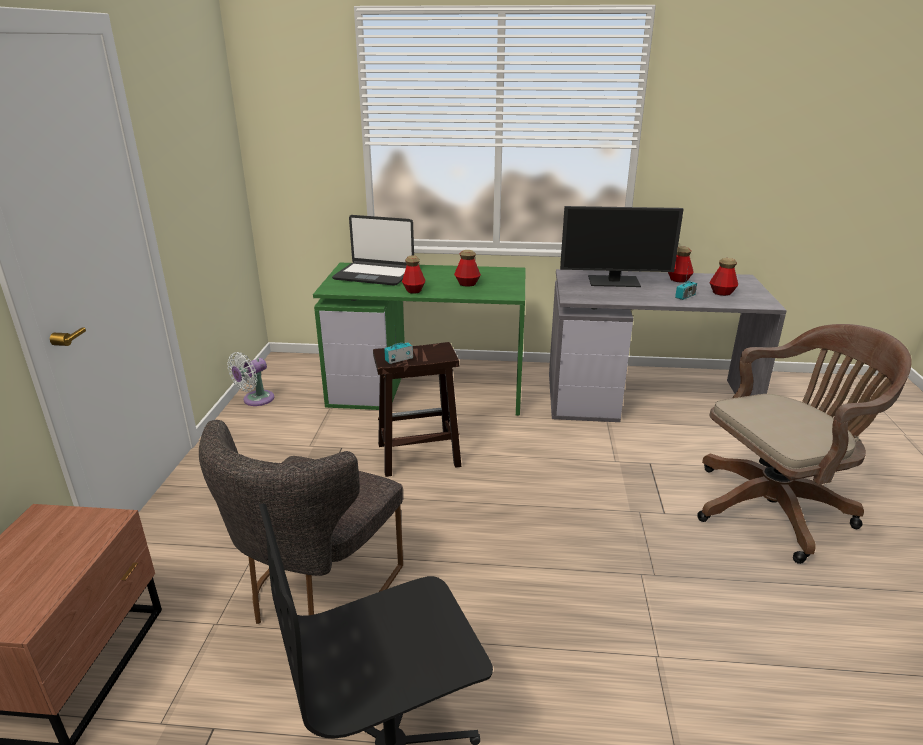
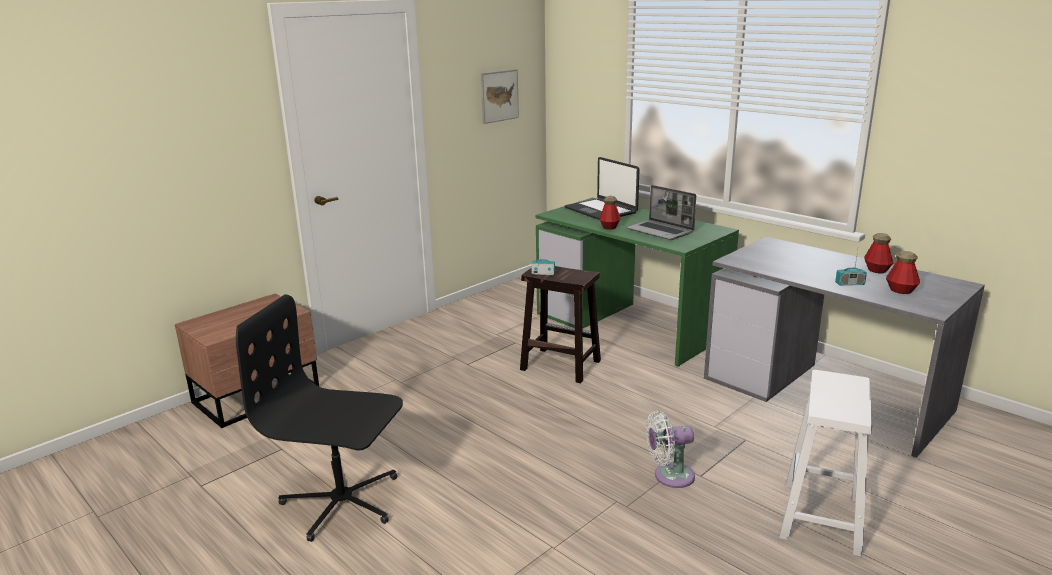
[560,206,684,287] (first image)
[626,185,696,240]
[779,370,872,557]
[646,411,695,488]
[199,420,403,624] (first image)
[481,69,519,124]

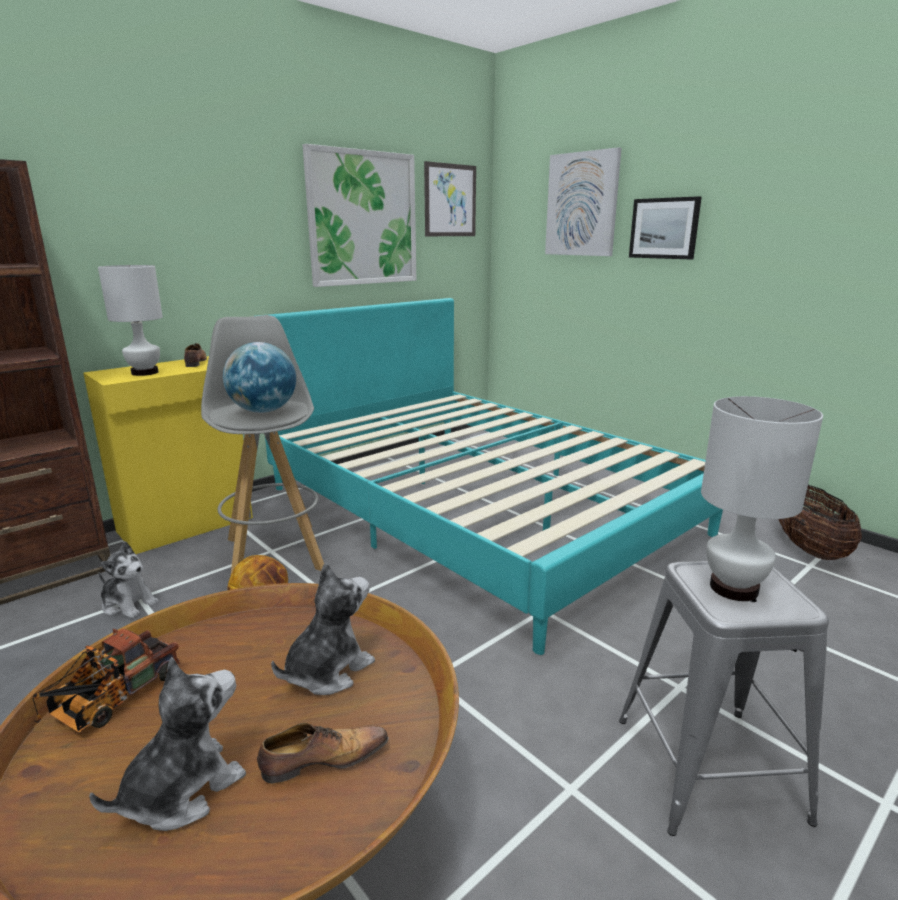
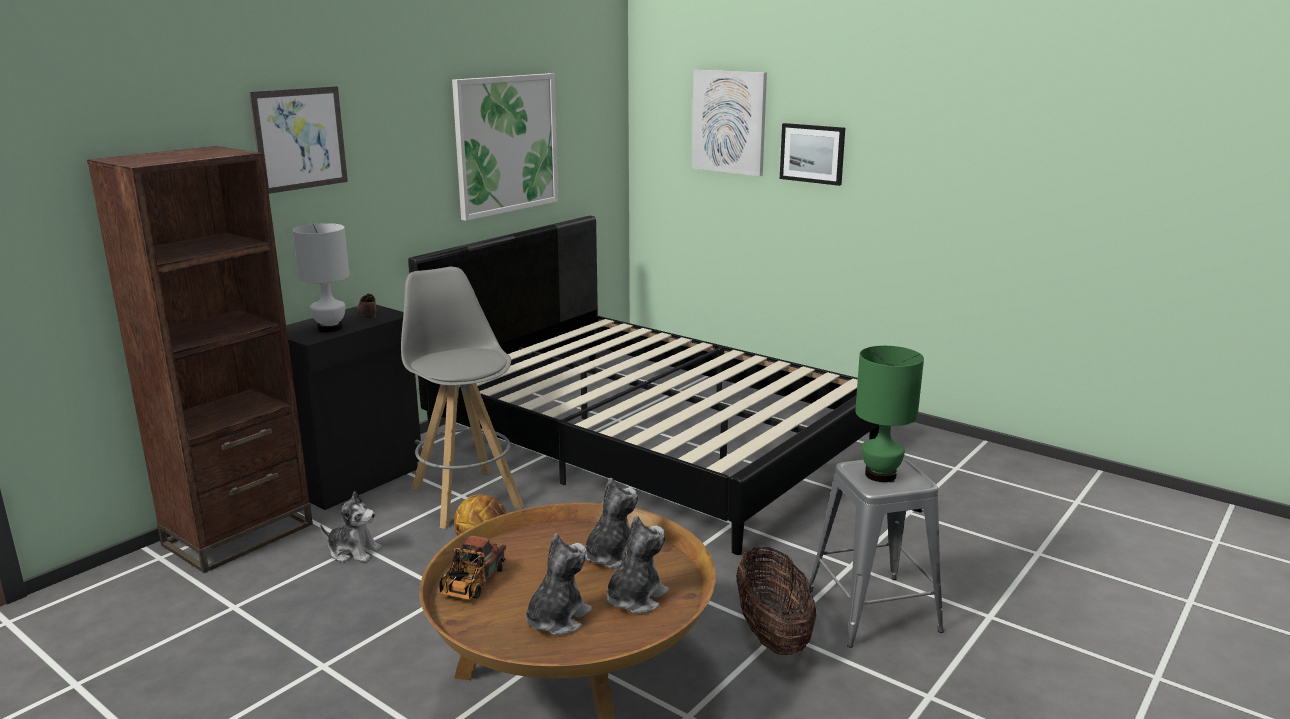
[249,86,348,194]
[408,216,879,555]
[223,342,296,413] (first image)
[286,305,422,510]
[855,346,924,482]
[736,546,817,655]
[607,515,669,614]

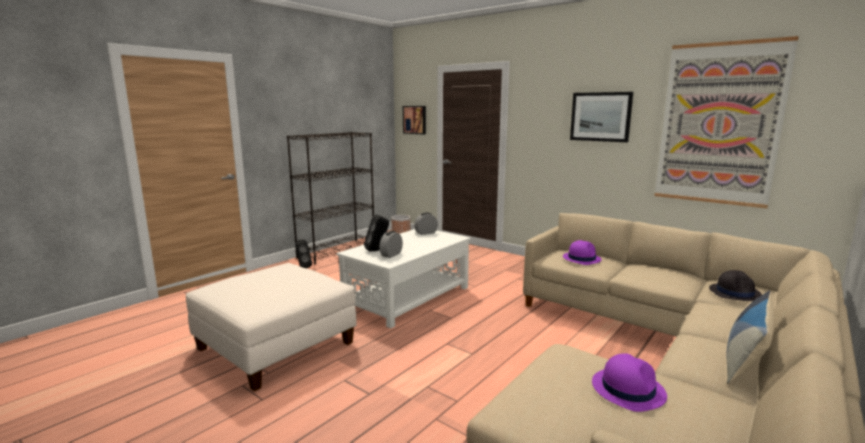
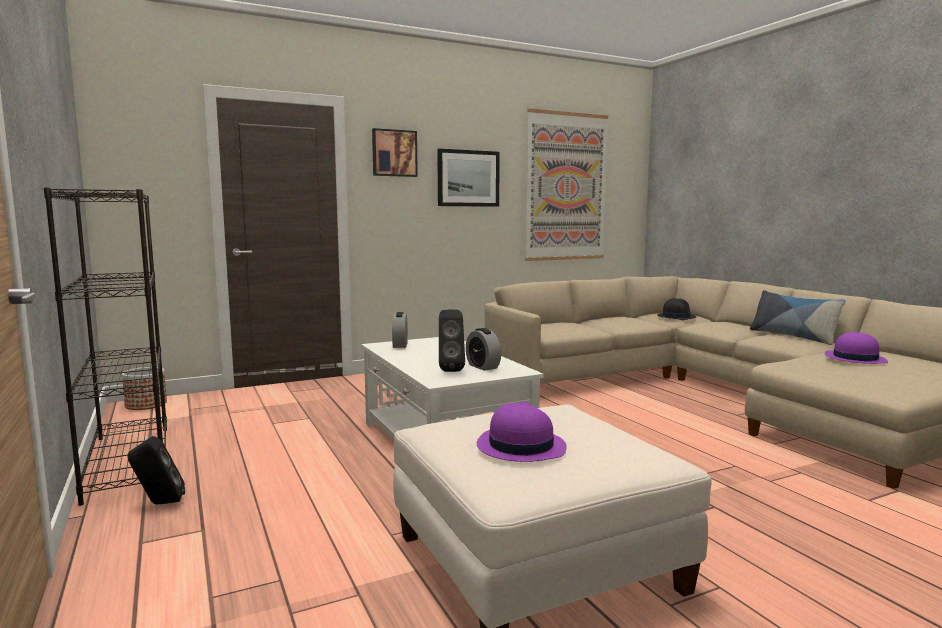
[372,128,418,177]
[477,401,567,462]

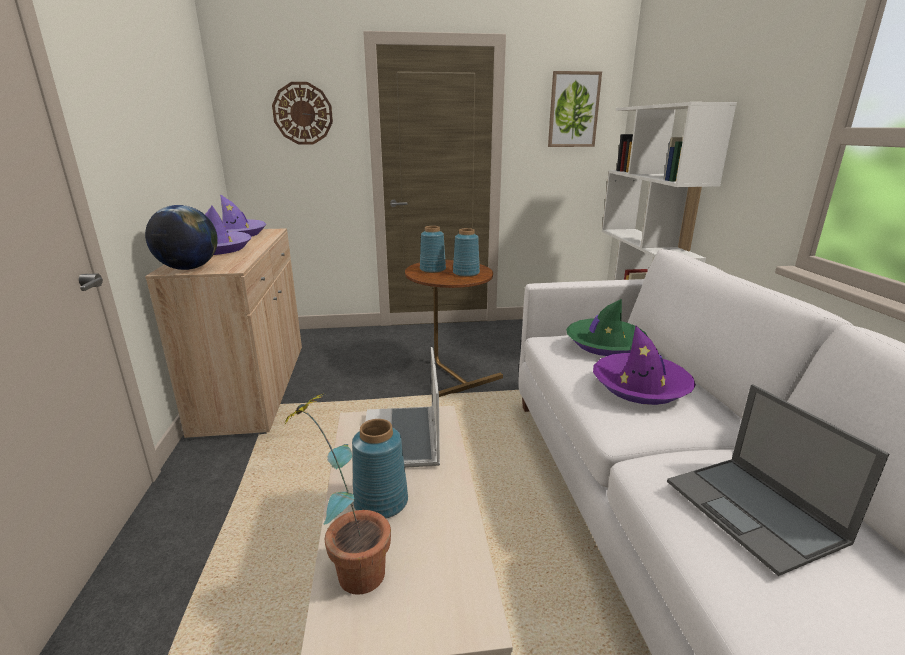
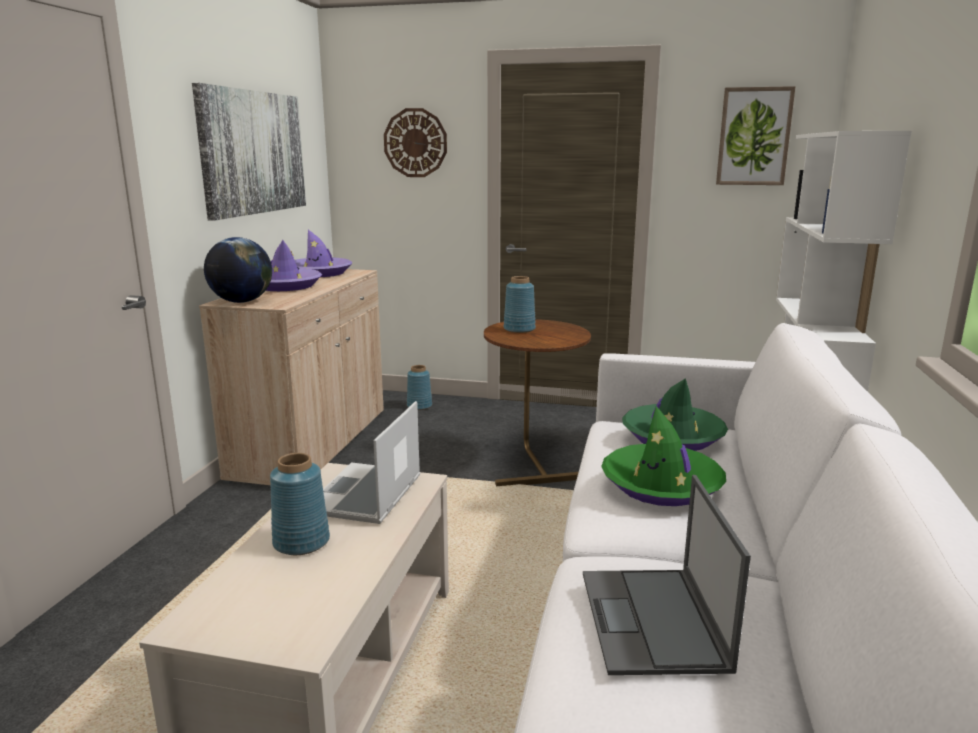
[407,365,432,410]
[601,406,726,506]
[276,394,391,595] (first image)
[192,83,306,221]

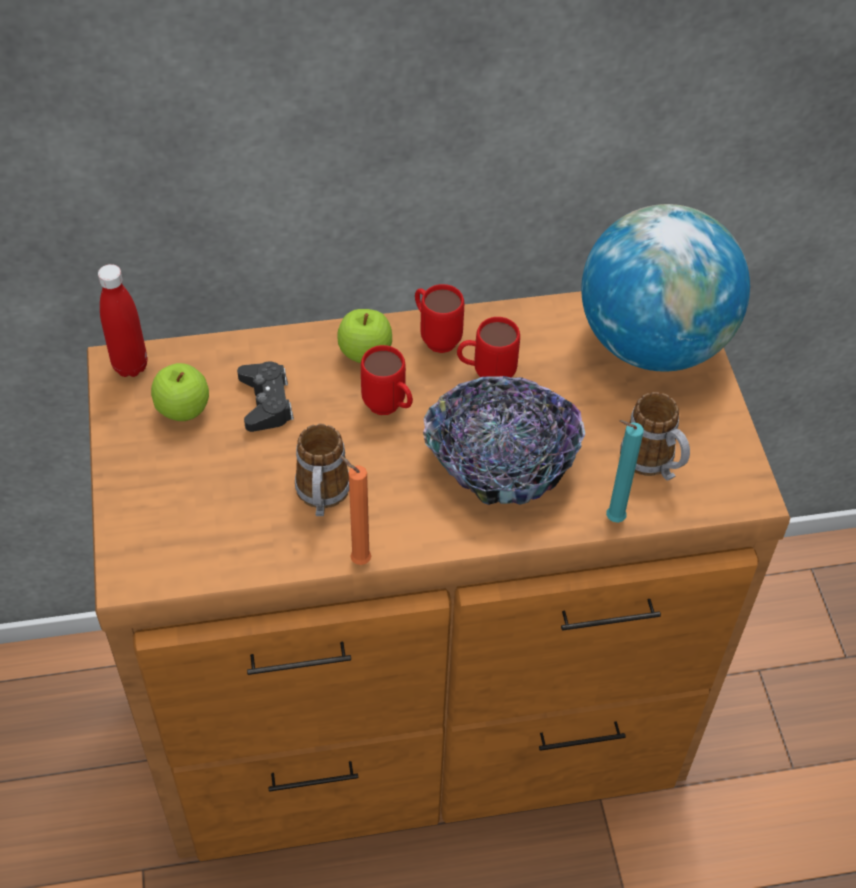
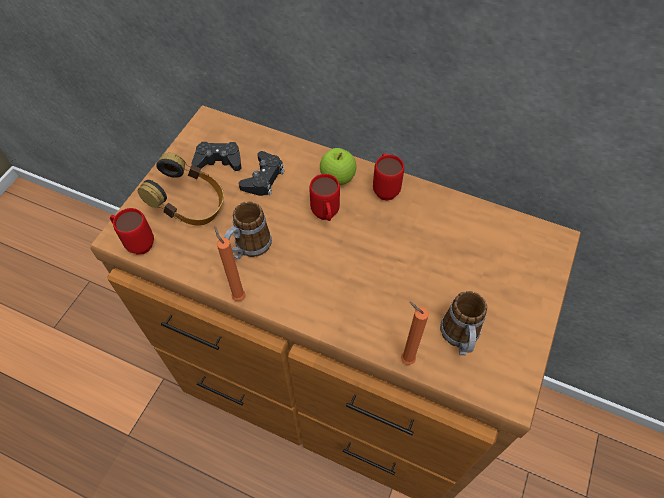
[581,204,750,371] (first image)
[98,264,148,377] (first image)
[110,208,154,255]
[191,142,241,171]
[423,376,585,505] (first image)
[401,301,429,365]
[138,153,224,226]

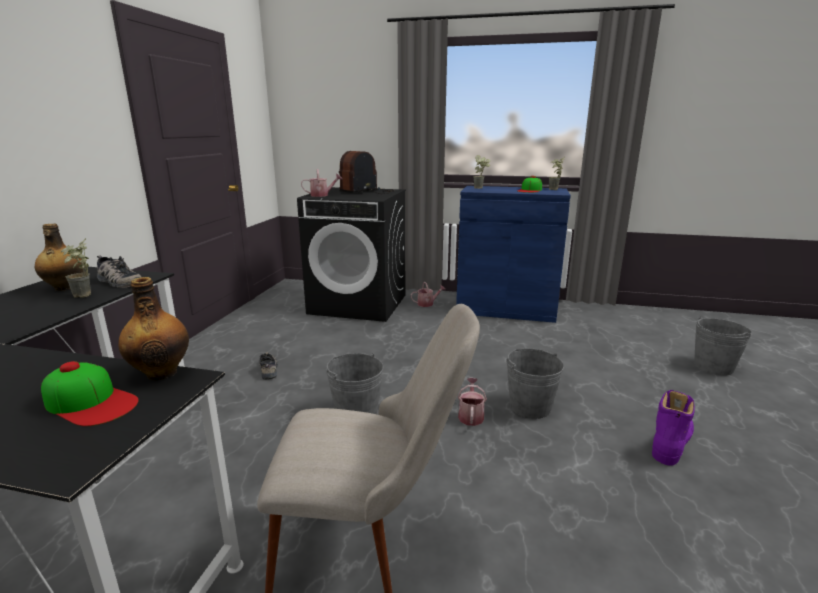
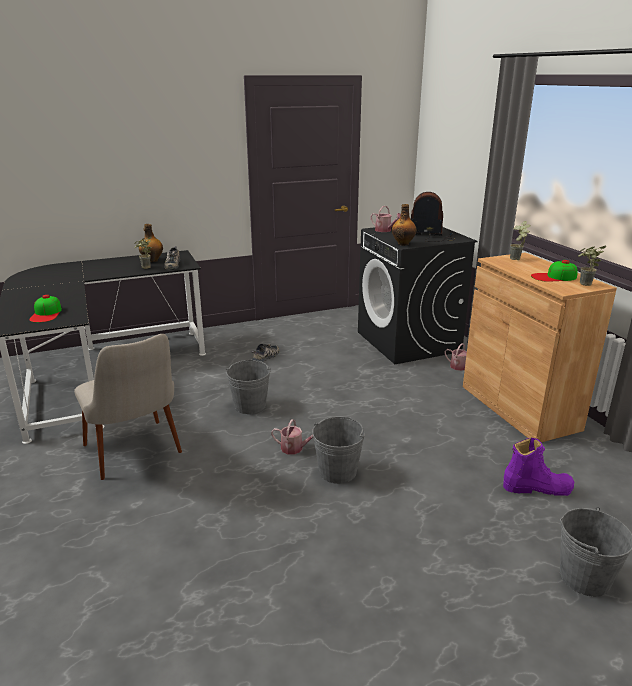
[463,252,617,442]
[392,204,416,246]
[271,419,313,455]
[503,438,574,496]

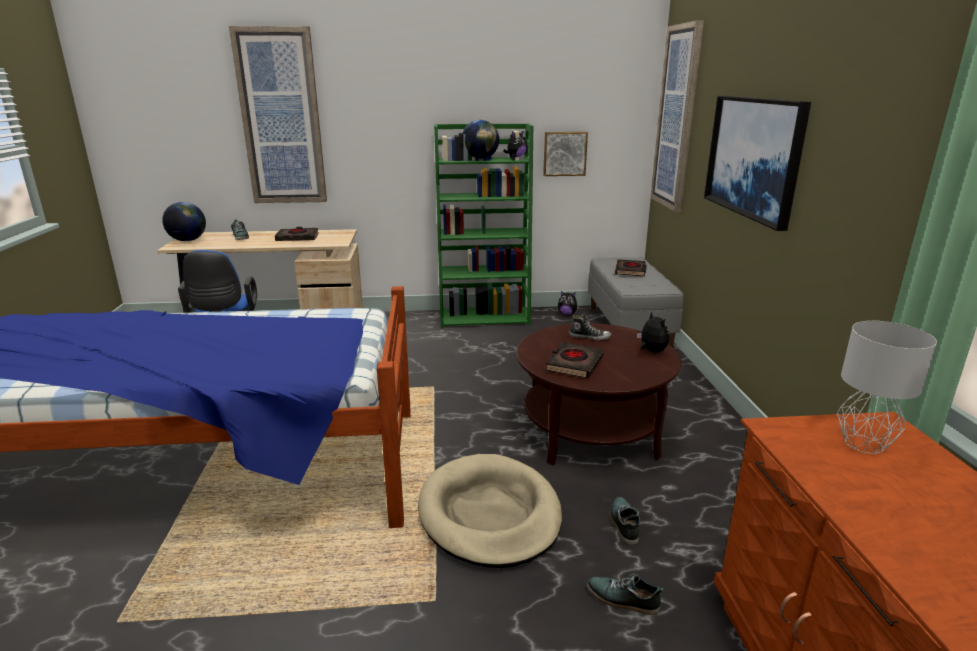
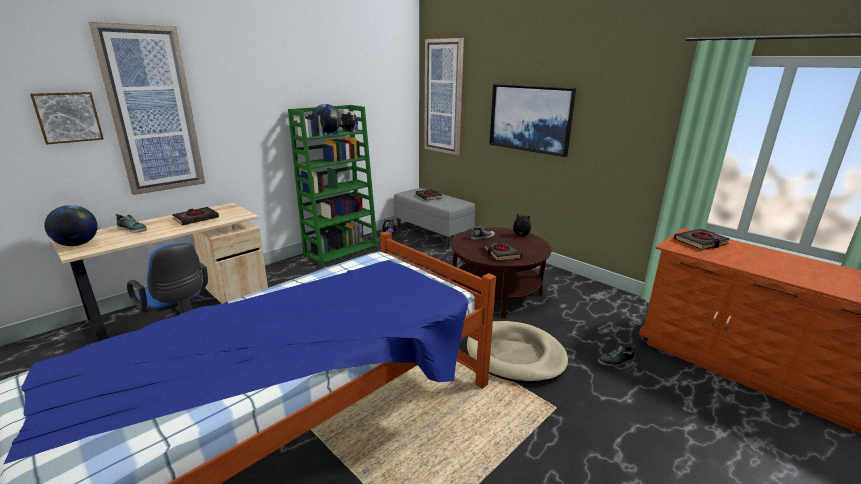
[30,92,104,145]
[674,229,730,250]
[610,497,640,545] (first image)

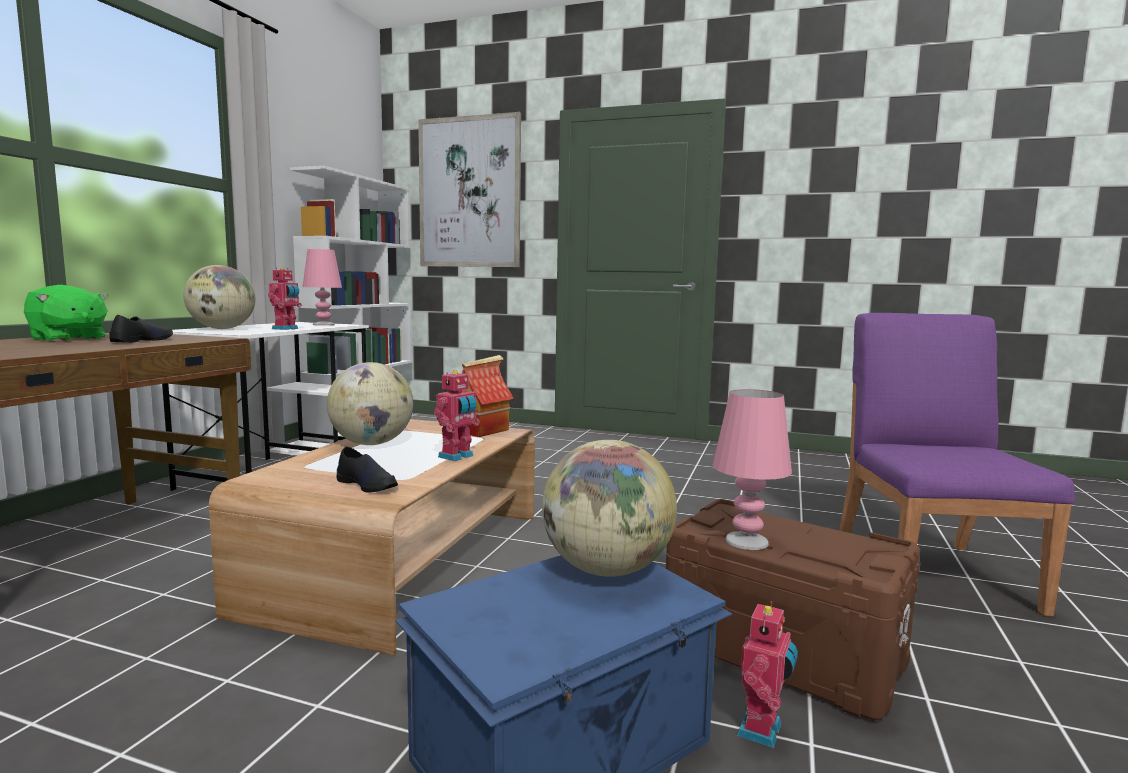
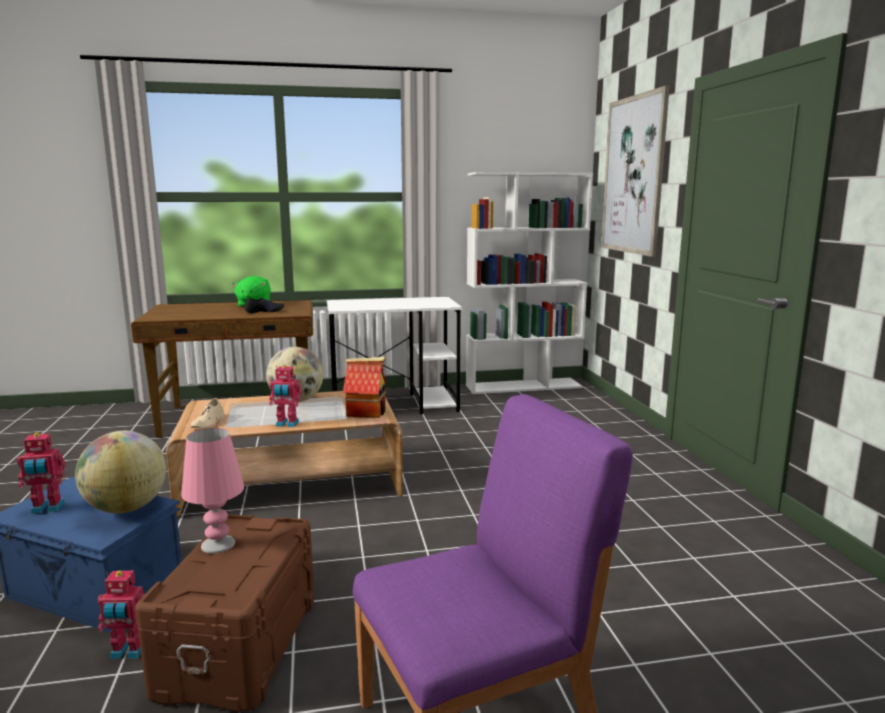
[303,249,342,326] (first image)
[183,265,255,329] (first image)
[17,433,66,514]
[190,398,224,428]

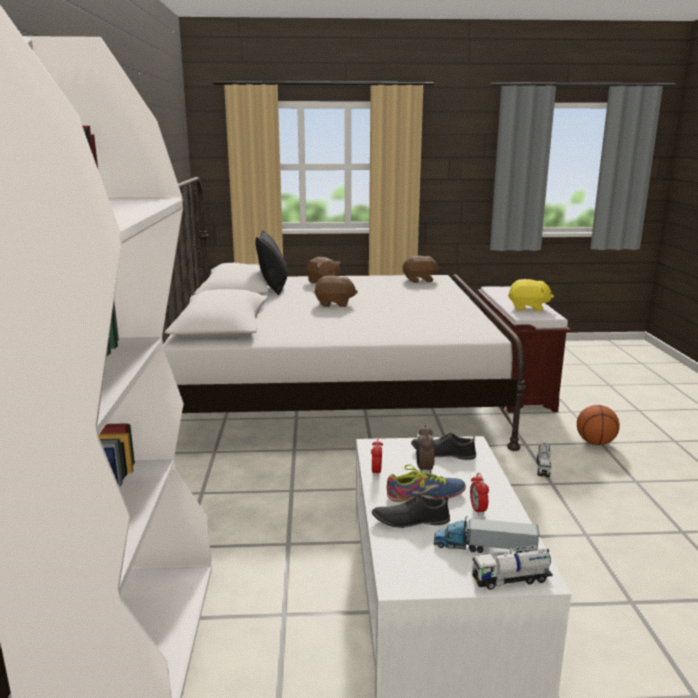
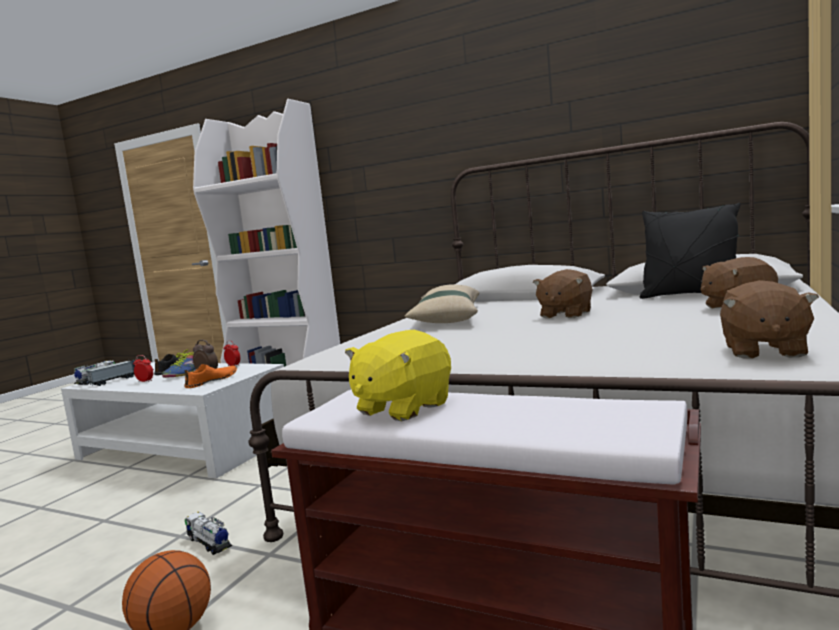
[184,364,237,388]
[405,284,479,323]

